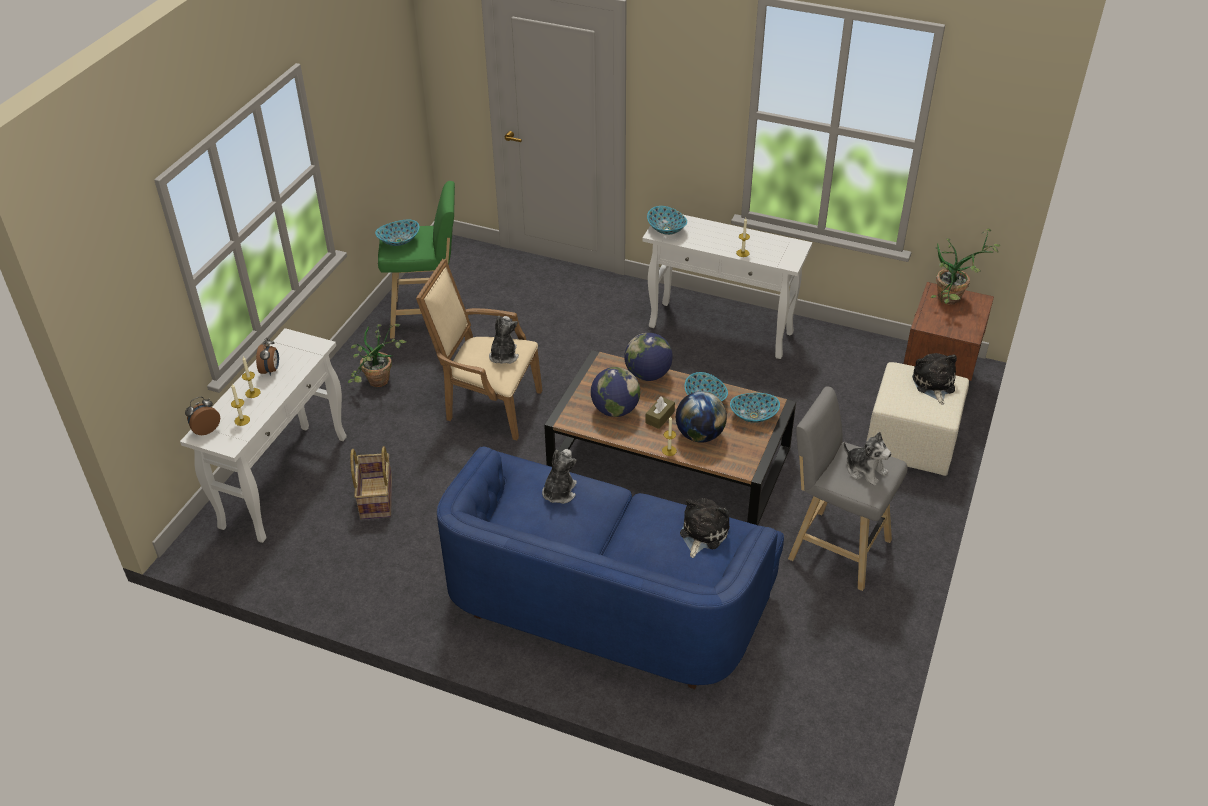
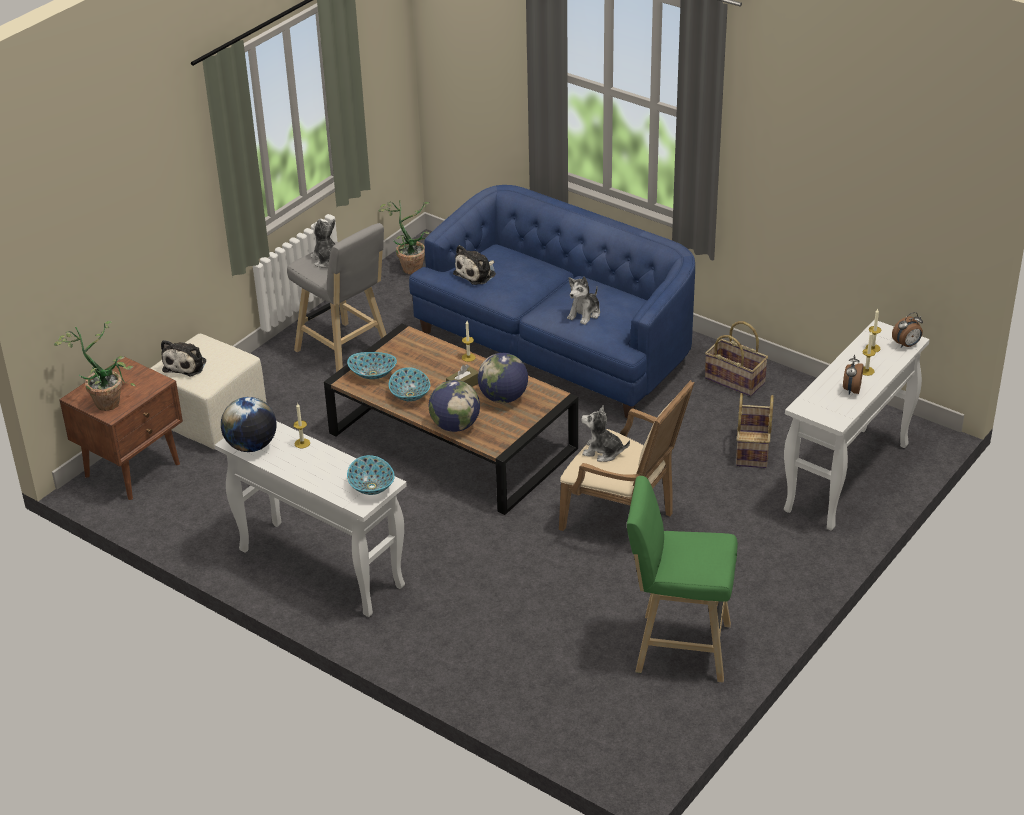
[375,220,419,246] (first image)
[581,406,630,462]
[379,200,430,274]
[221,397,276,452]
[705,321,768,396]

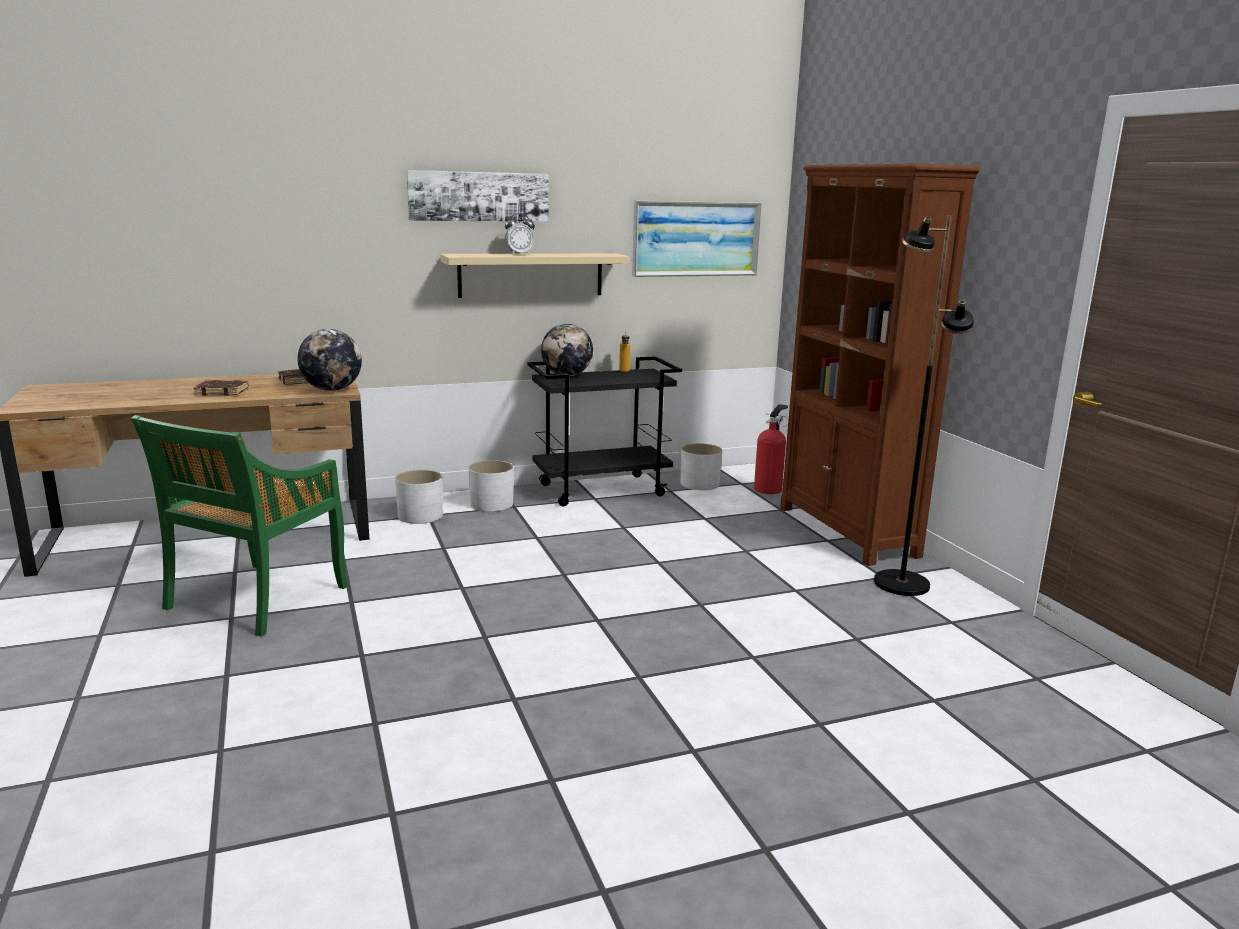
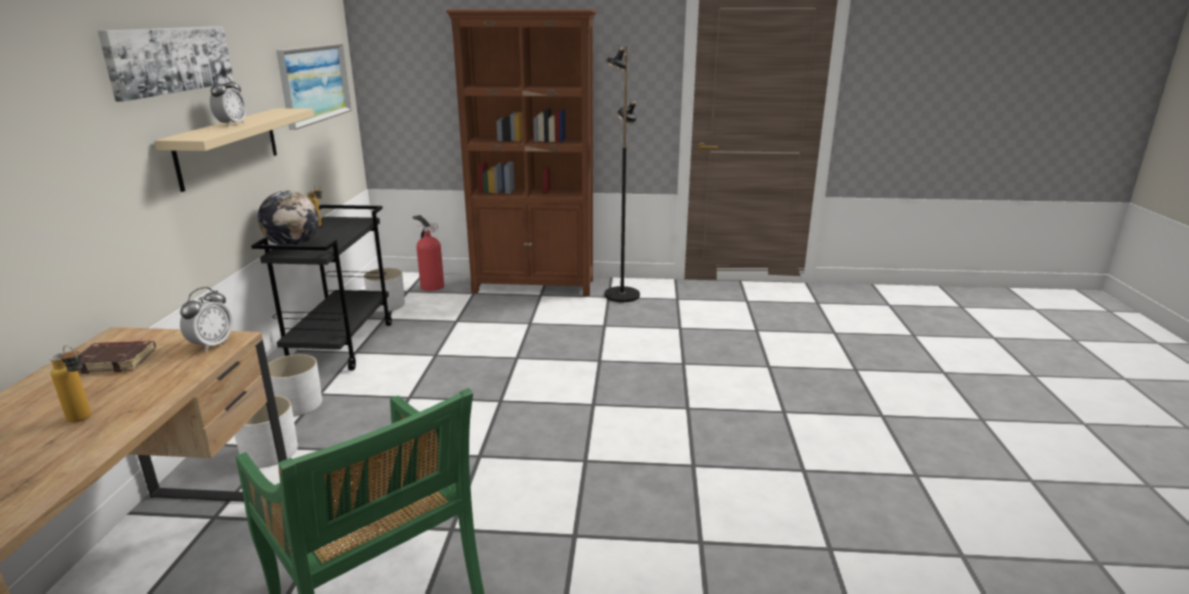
[180,287,233,352]
[49,345,91,423]

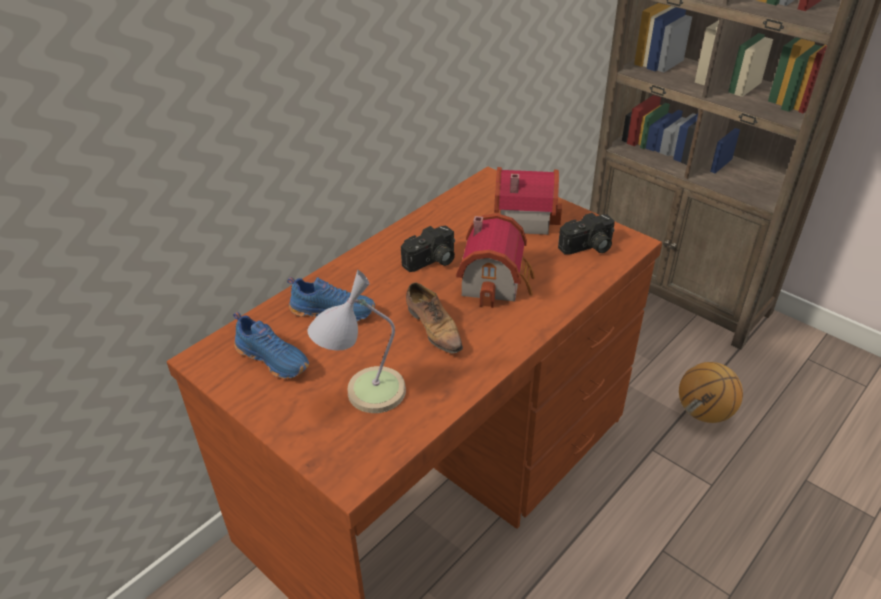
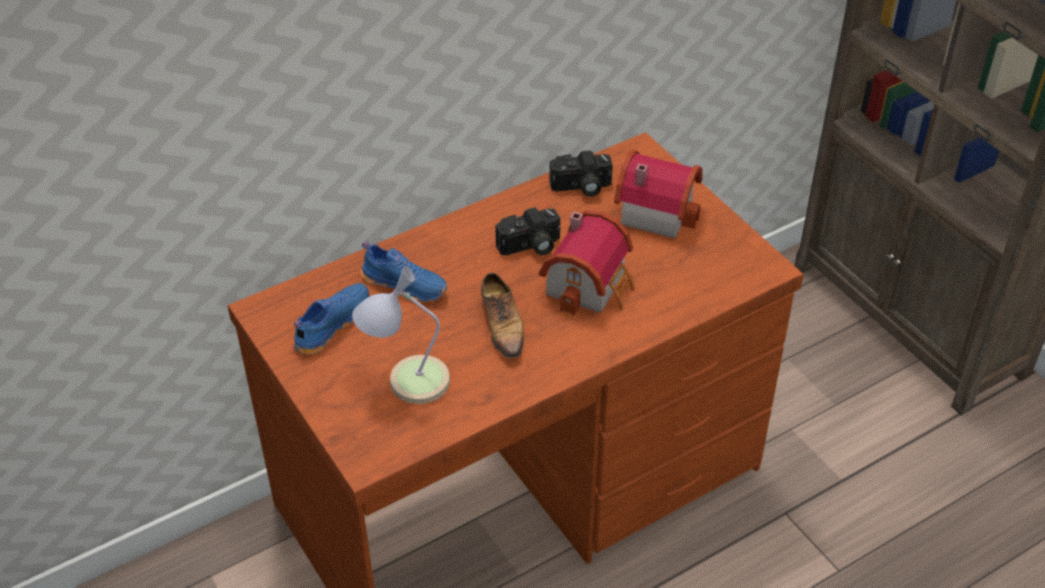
[549,150,613,197]
[294,283,369,355]
[679,362,743,423] (first image)

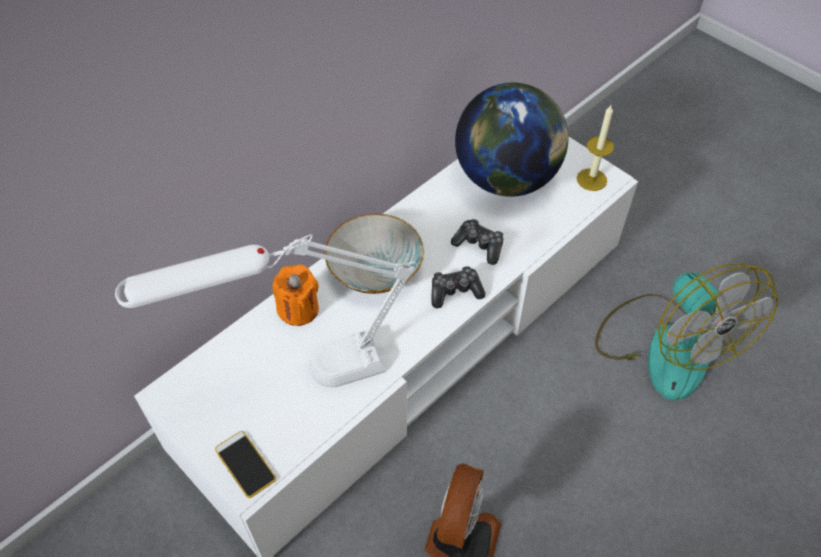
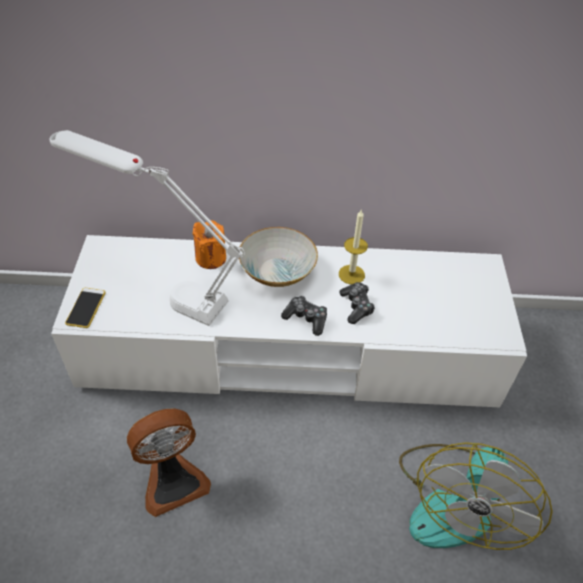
[455,82,568,197] (first image)
[339,210,368,284]

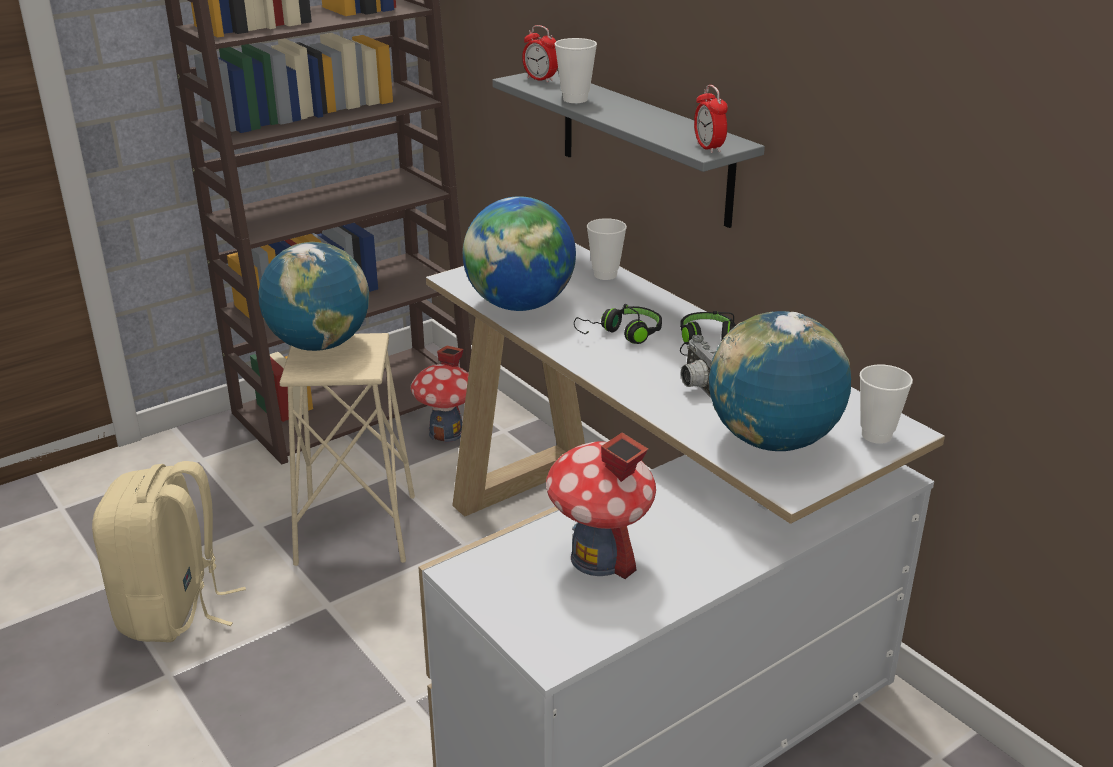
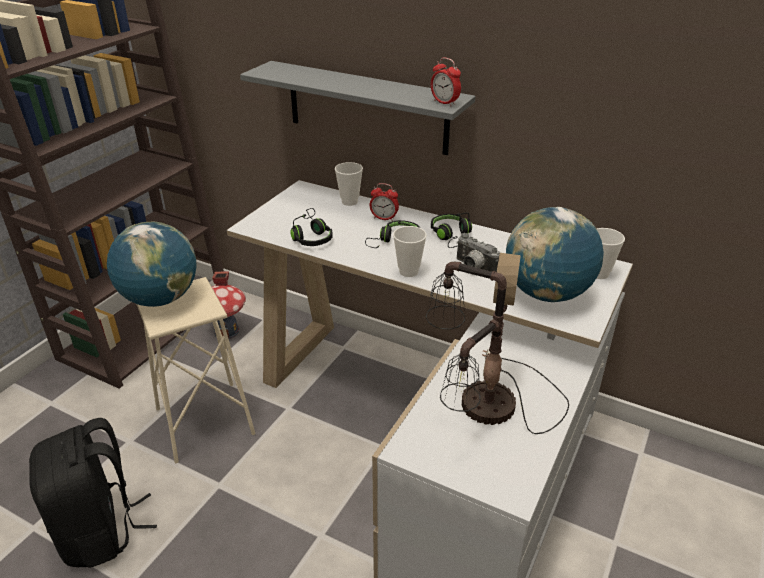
[370,183,399,221]
[393,226,427,277]
[290,208,333,246]
[426,253,569,434]
[29,418,157,568]

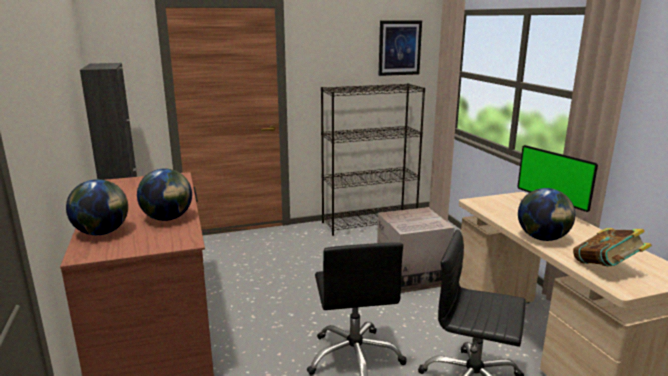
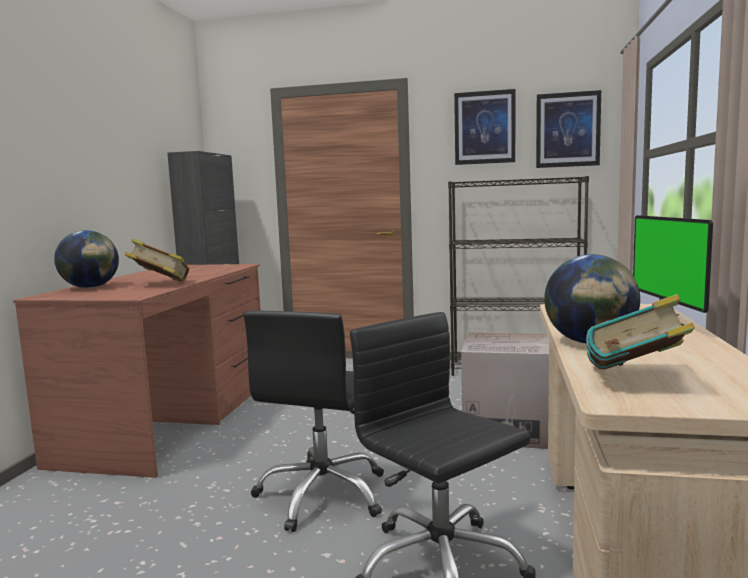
[125,239,189,282]
[454,89,515,165]

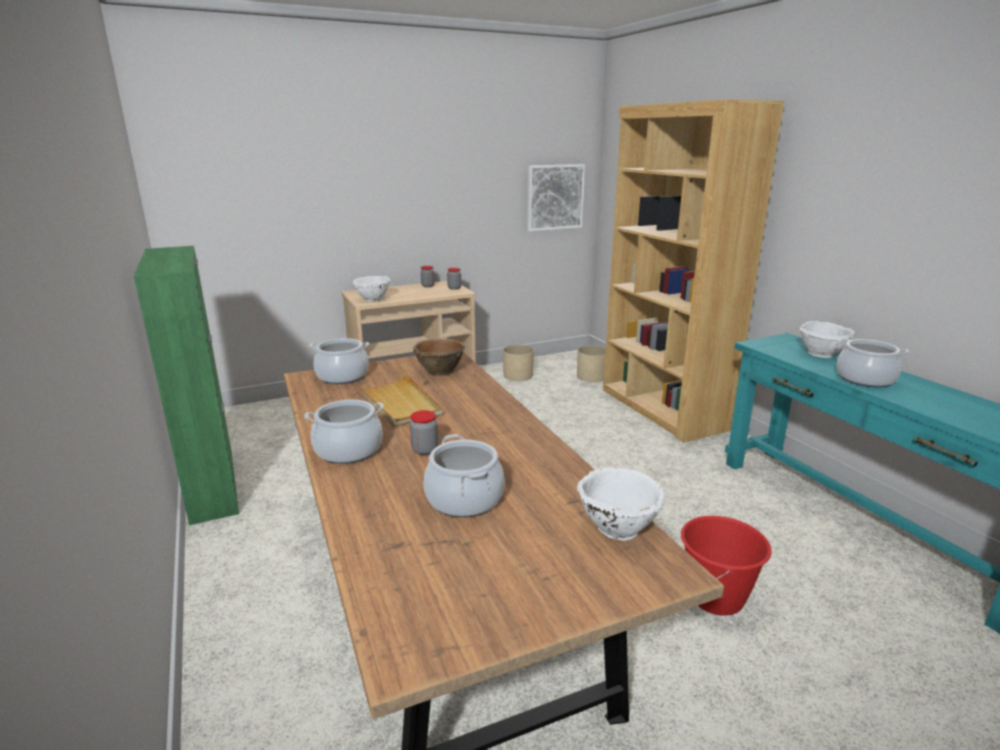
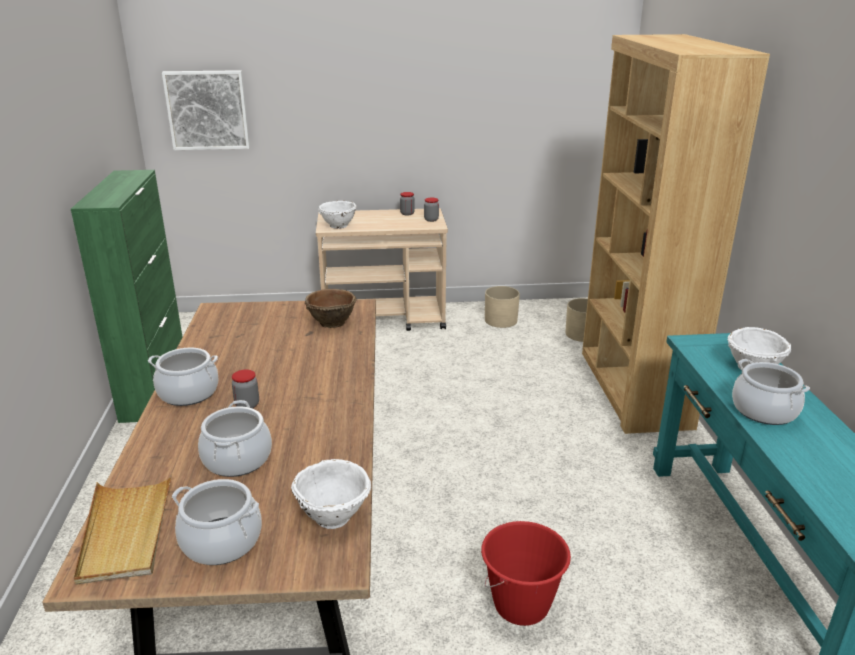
[162,70,250,150]
[172,479,262,565]
[73,474,172,585]

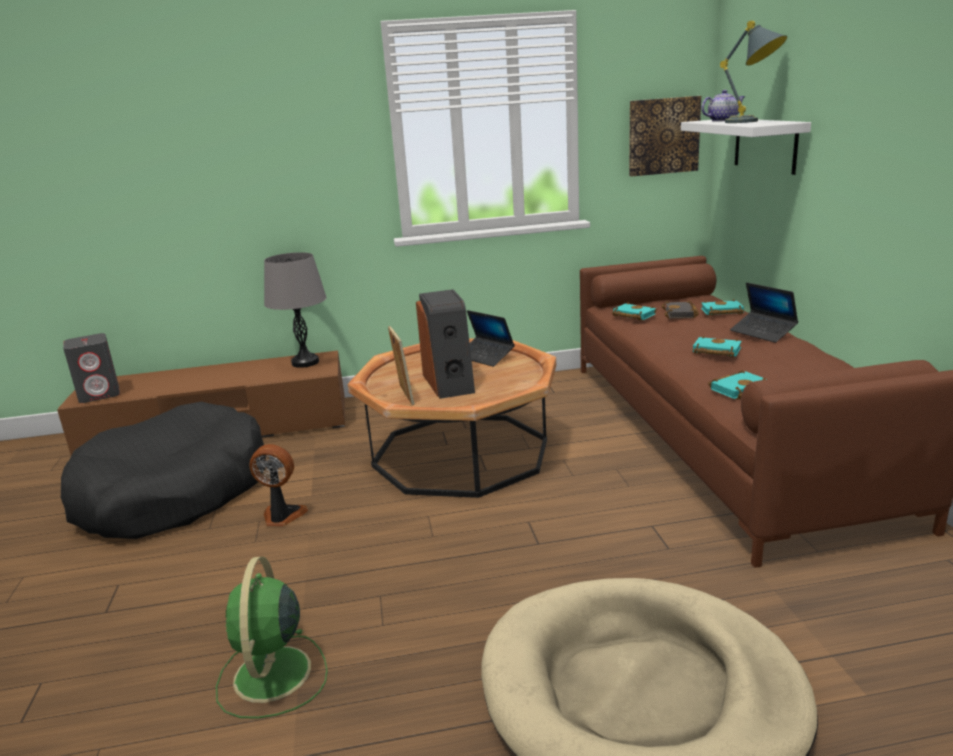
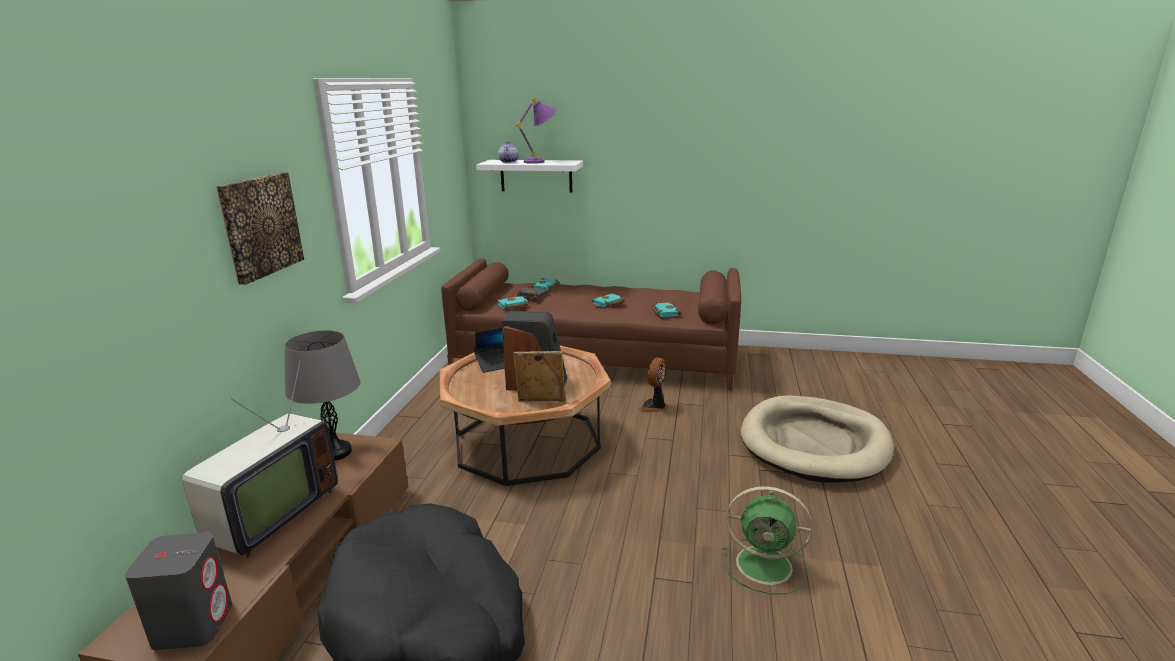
[516,98,557,164]
[216,173,304,285]
[730,283,799,343] (first image)
[638,357,668,412]
[182,360,338,557]

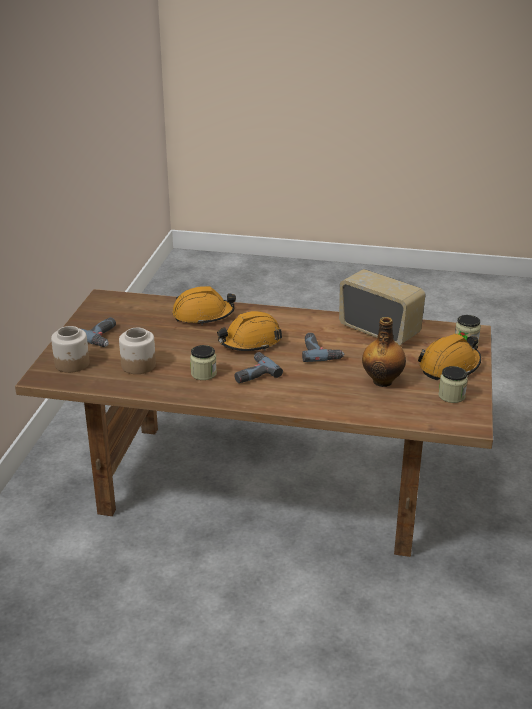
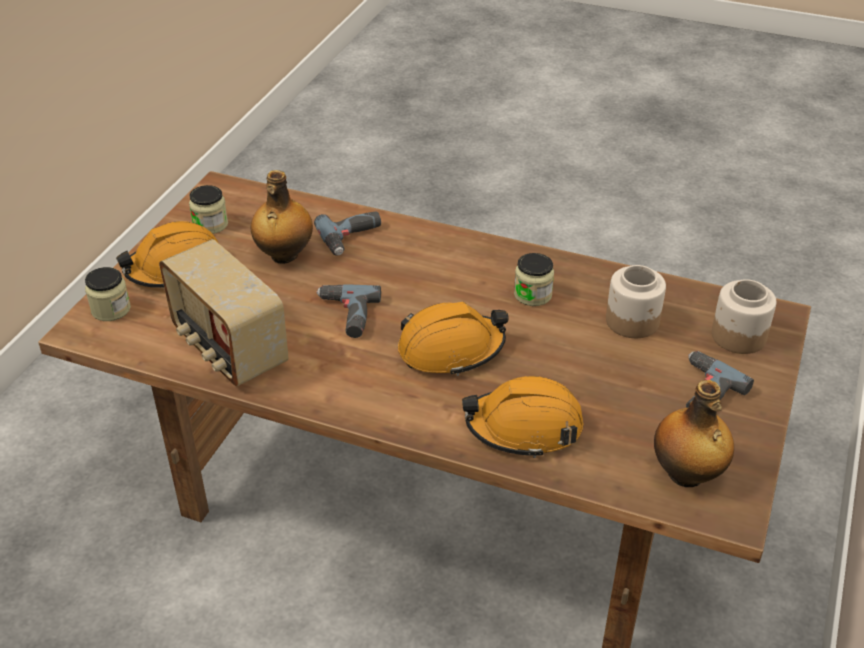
[314,211,381,255]
[654,380,734,487]

